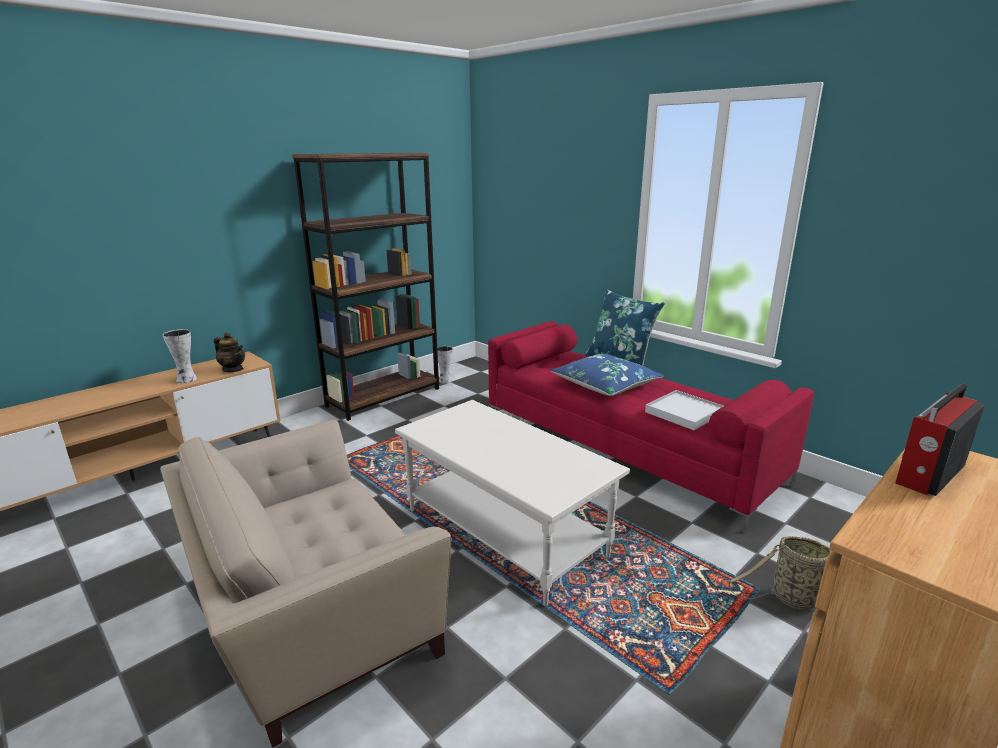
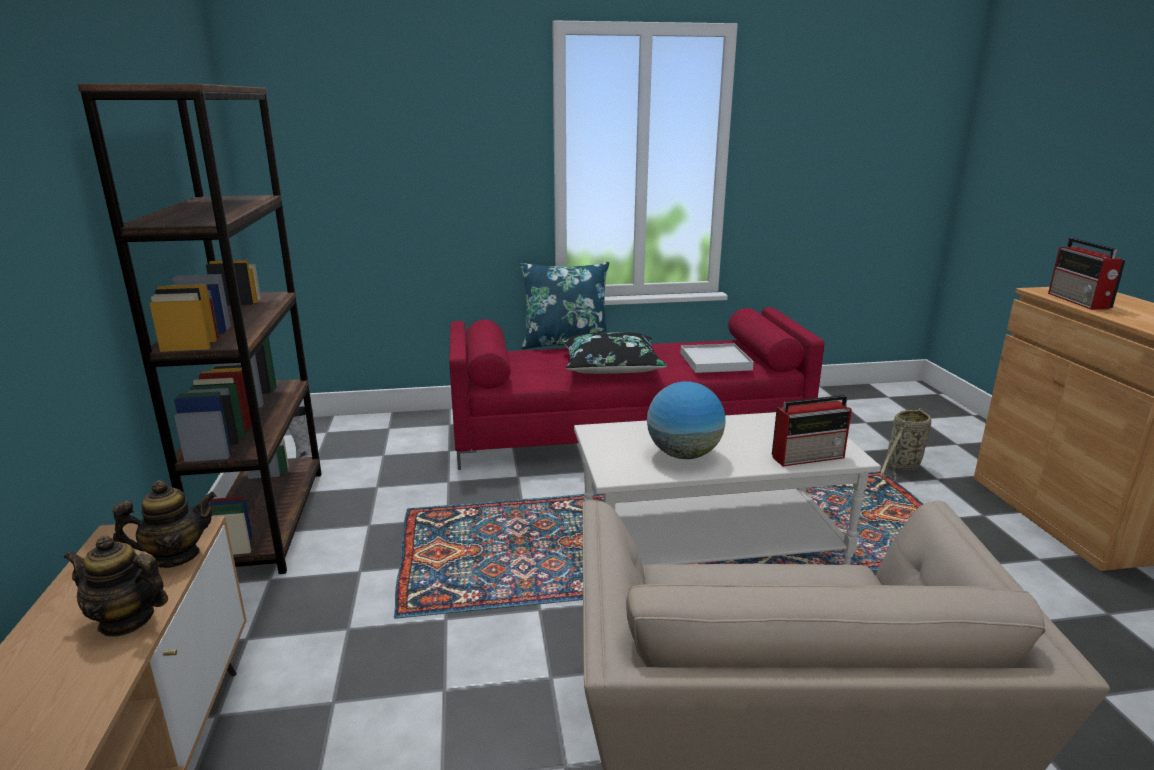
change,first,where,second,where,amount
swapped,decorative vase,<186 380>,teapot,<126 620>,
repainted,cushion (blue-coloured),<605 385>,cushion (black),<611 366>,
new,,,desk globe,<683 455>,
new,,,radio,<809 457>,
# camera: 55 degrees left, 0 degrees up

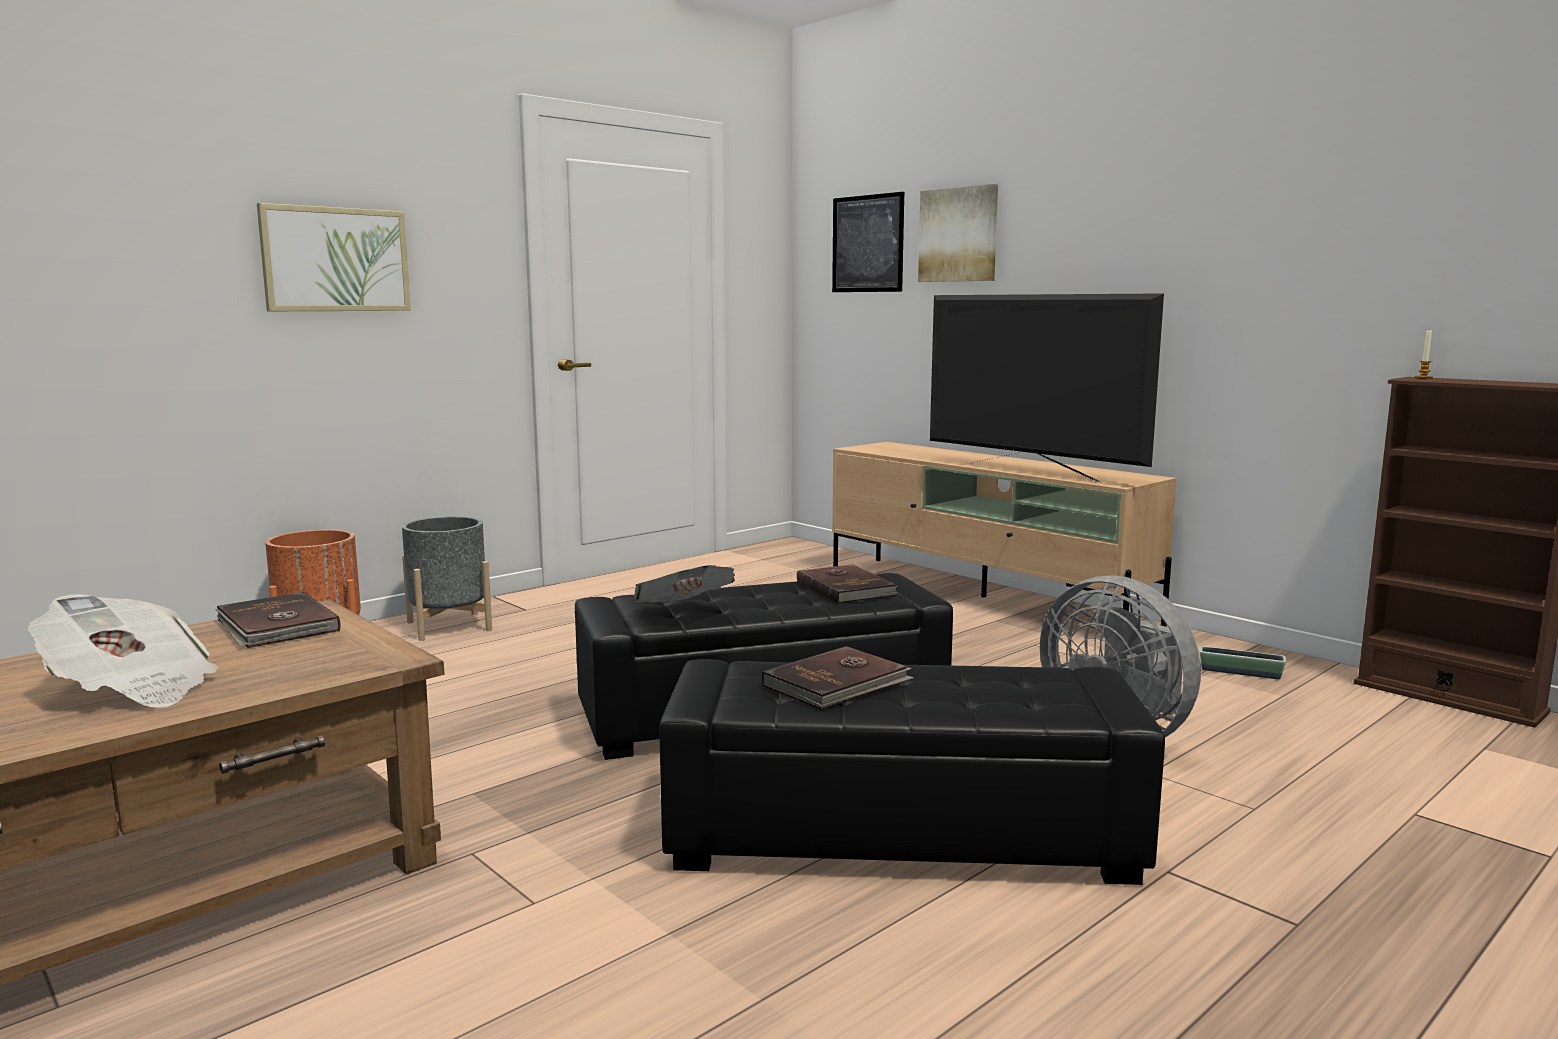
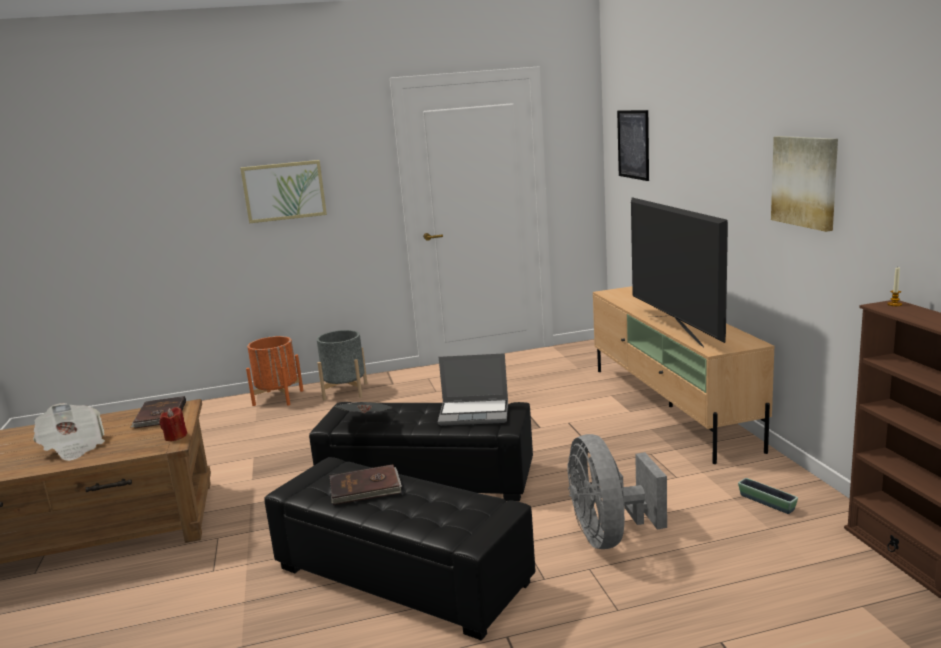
change,first,where,second,where,amount
shifted,picture,<959 235>,,<805 181>,
swapped,book (brown),<846 588>,portable computer,<475 413>,
new,,,wax candle (reddish),<175 437>,
# camera: 30 degrees right, 5 degrees up

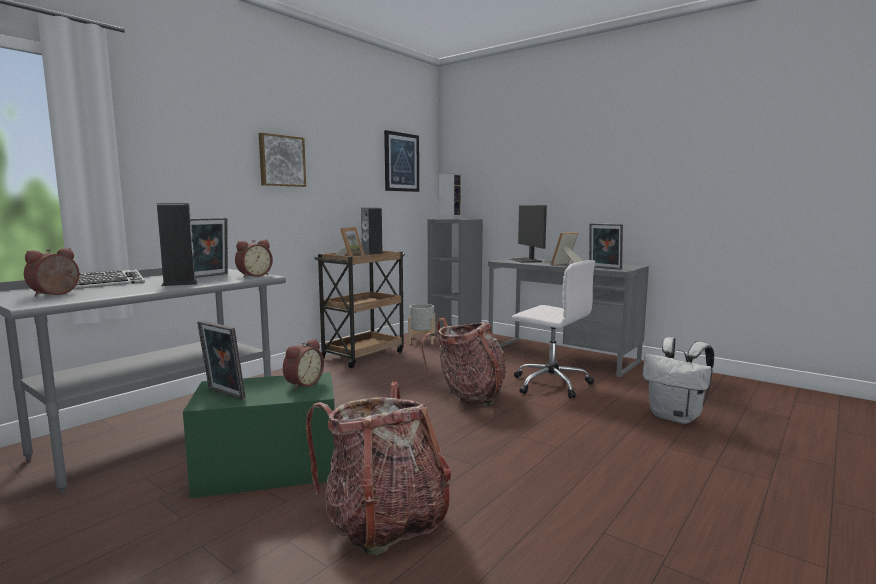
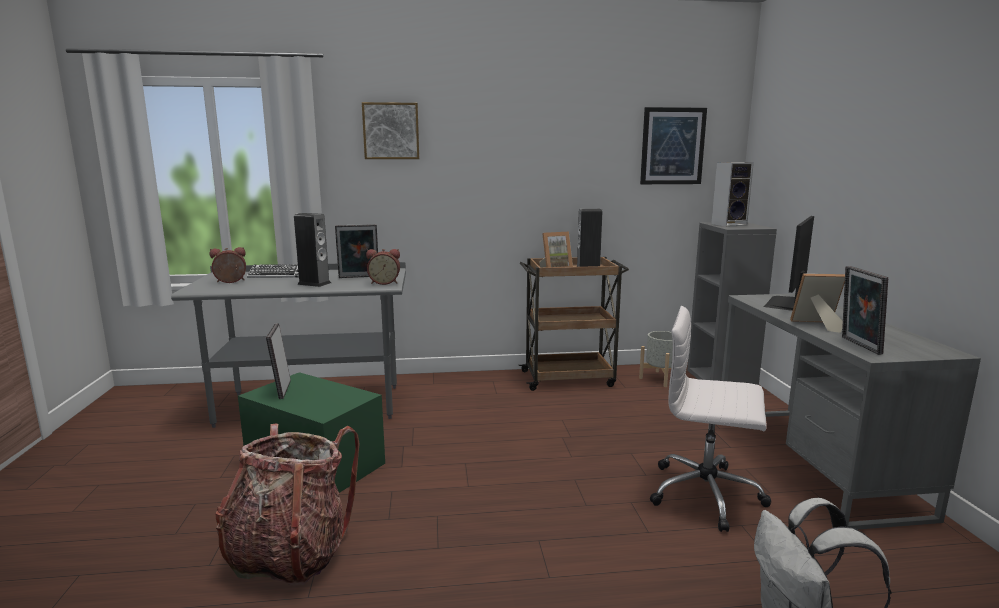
change,first,where,second,where,amount
shifted,picture,<281 161>,,<391 131>,
rotated,office chair (white),<550 384>,,<707 494>,120 degrees clockwise
gone,knapsack,<469 396>,,,
gone,table clock,<302 384>,,,
# camera: 45 degrees right, 5 degrees up

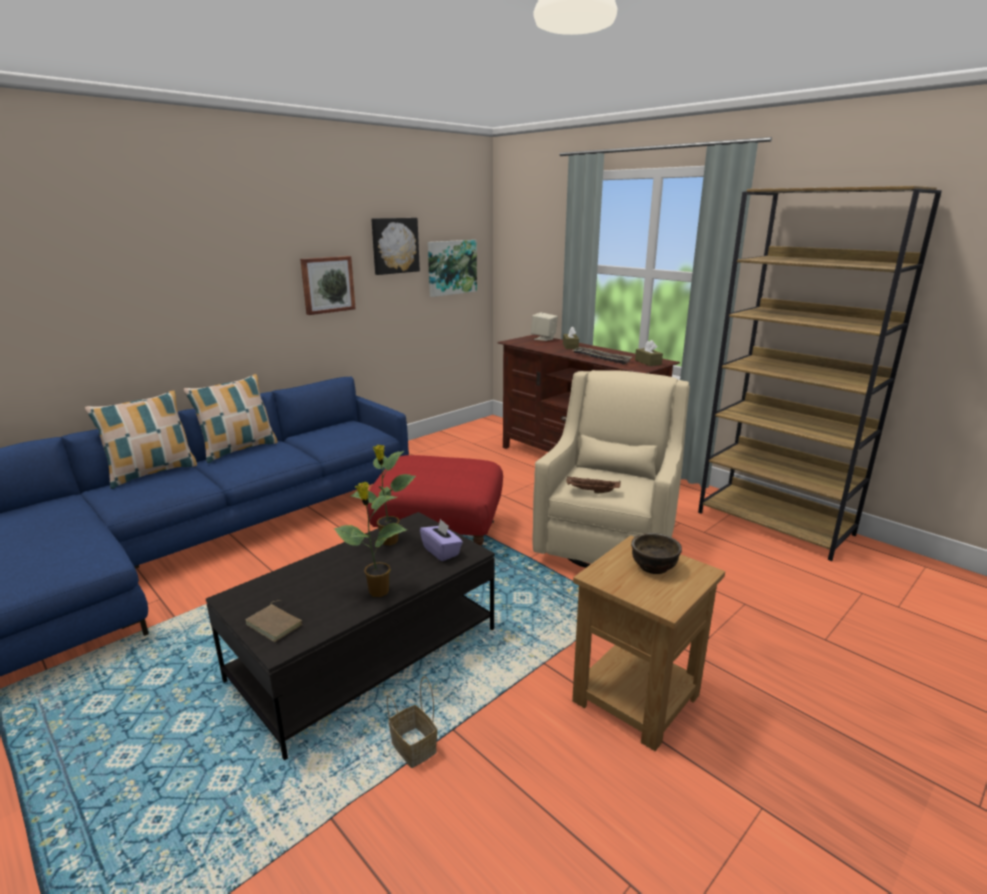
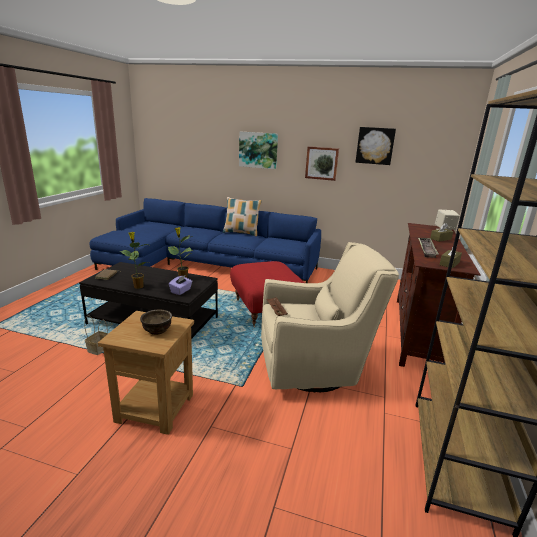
change,first,where,second,where,amount
shifted,picture,<451 267>,,<258 150>,
gone,cushion,<152 473>,,,
# camera: 60 degrees right, 0 degrees up

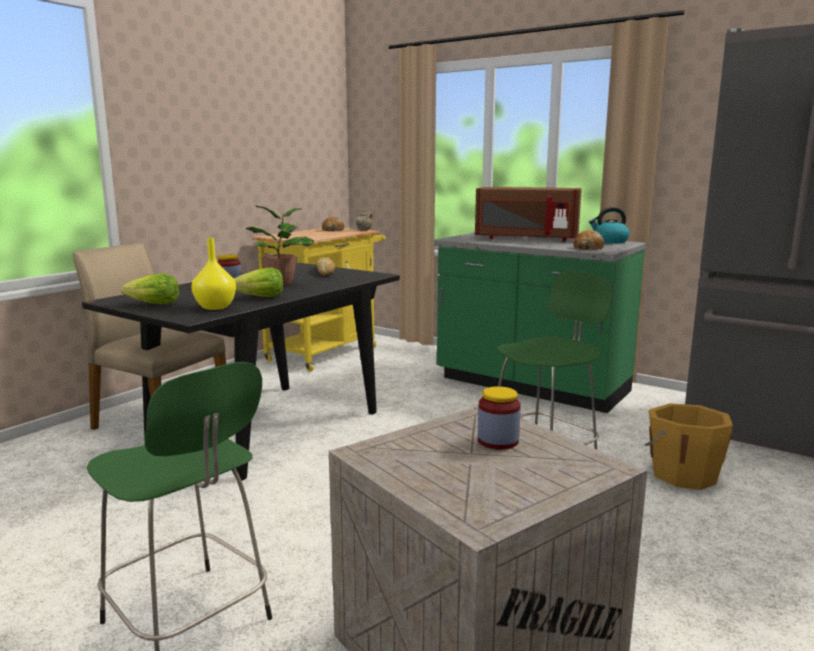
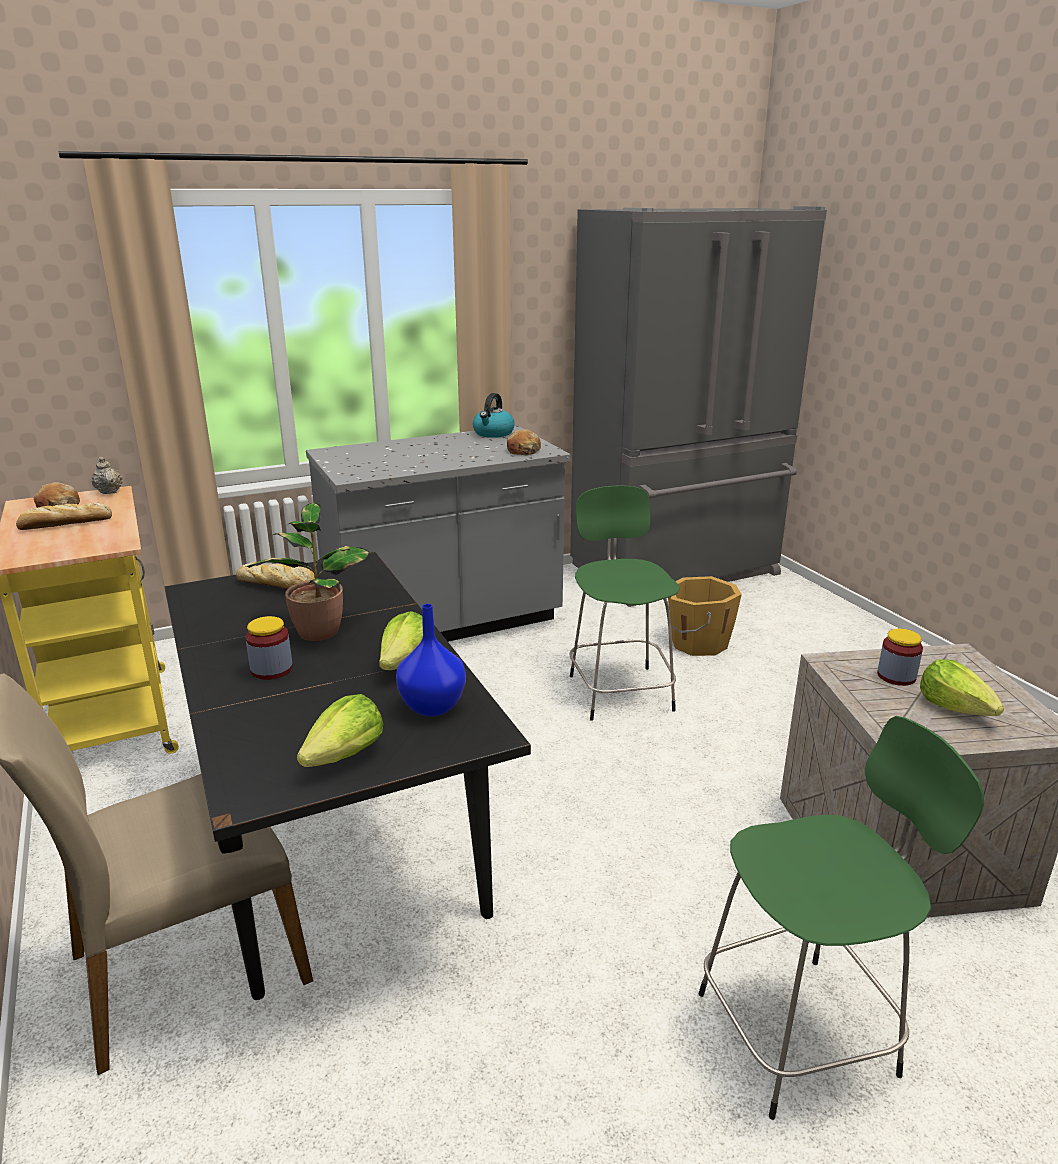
change,first,where,second,where,amount
gone,kitchen microwave (brown),<526 238>,,,
repainted,kitchen base unit (green),<531 386>,kitchen base unit (gray),<444 626>,
repainted,decorative vase (yellow),<216 307>,decorative vase (blue-coloured),<434 706>,
new,,,bakery bread,<64 524>,
new,,,lettuce head,<956 708>,
# camera: 60 degrees left, 10 degrees up

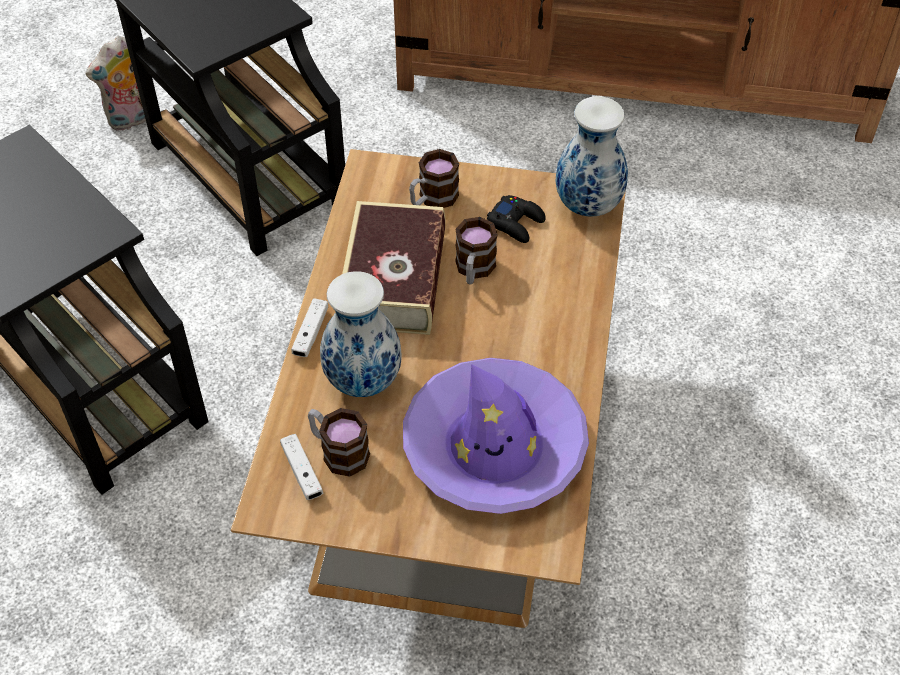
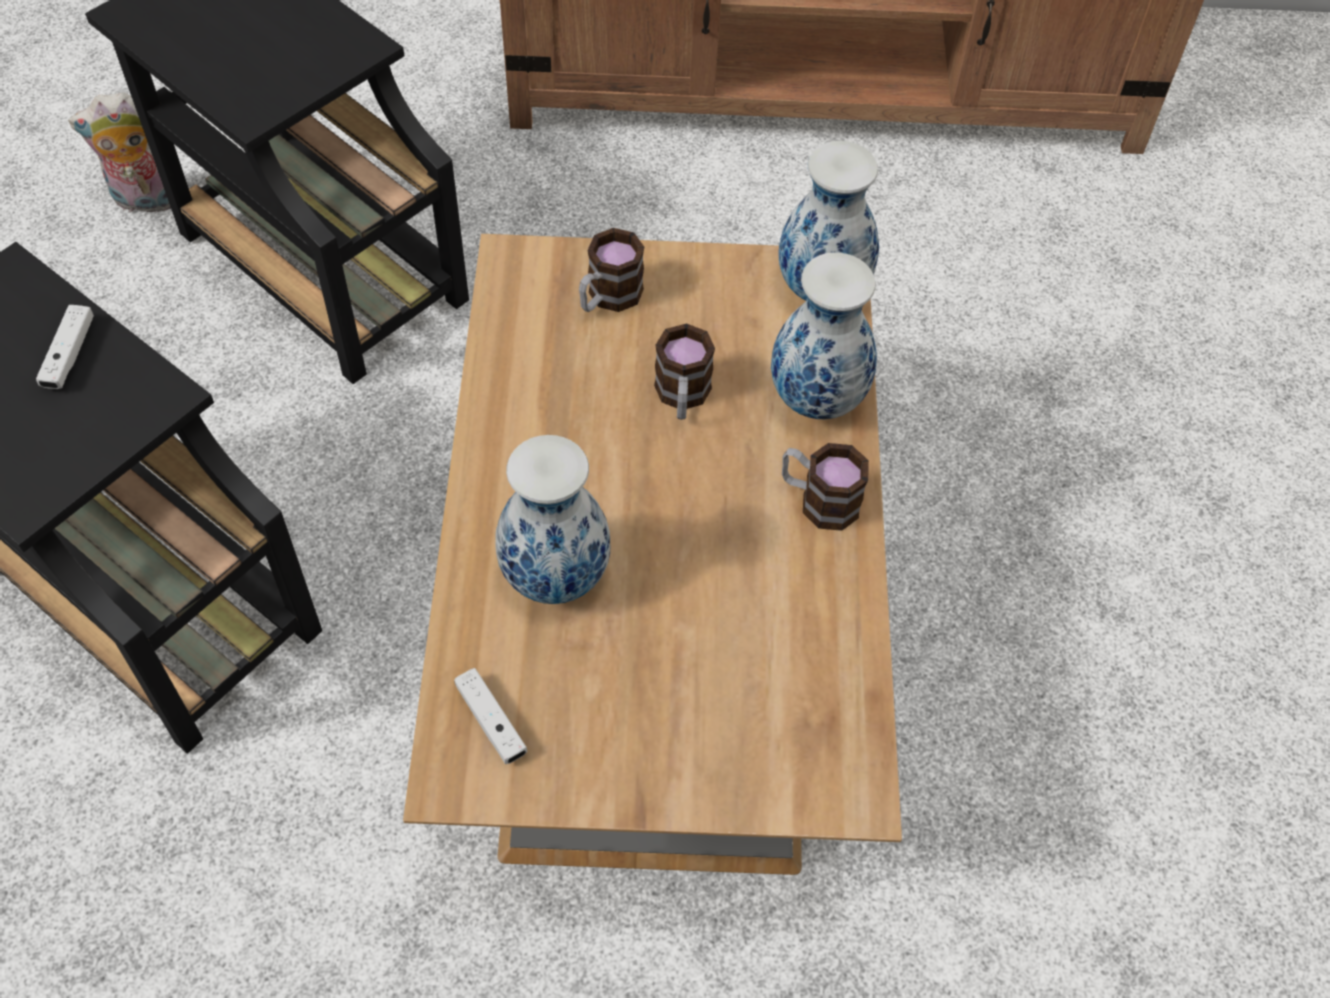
change,first,where,second,where,amount
rotated,soft toy,<131 120>,,<145 201>,45 degrees clockwise
gone,joypad (black),<516 223>,,,
gone,book,<394 280>,,,
shifted,joypad (white),<310 333>,,<69 355>,
gone,hat (purple-coloured),<495 446>,,,
shifted,mug,<338 451>,,<818 500>,
new,,,decorative vase,<814 399>,
# camera: 10 degrees left, 5 degrees up

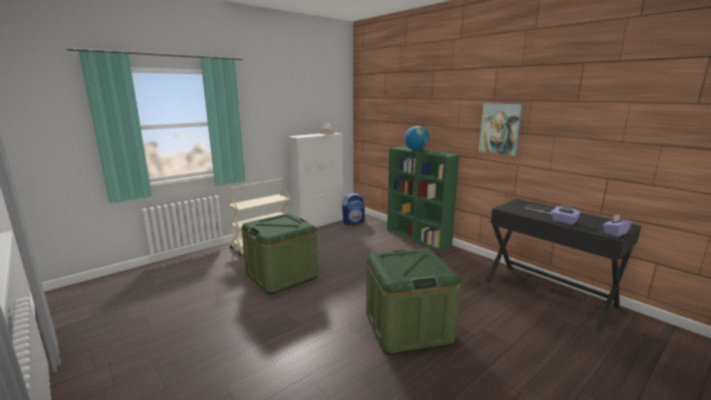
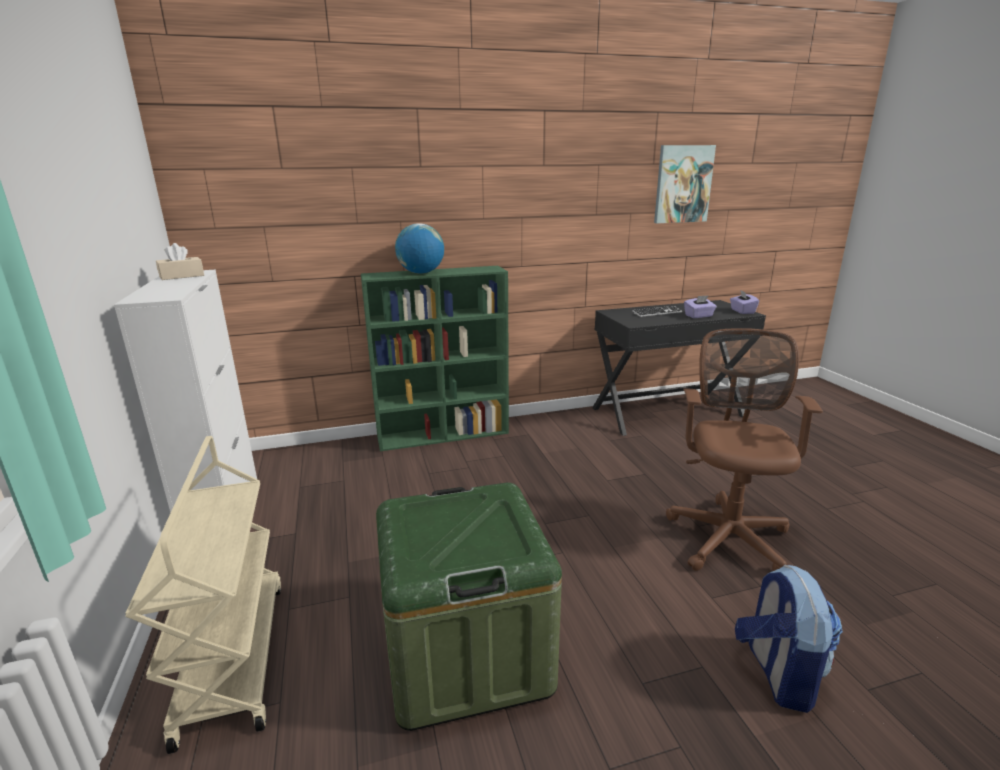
change,first,where,second,where,amount
shifted,picture,<500 128>,,<683 184>,
shifted,knapsack,<353 222>,,<777 673>,
swapped,storage container (green),<408 328>,office chair (brown),<728 534>,
# camera: 65 degrees left, 5 degrees up

